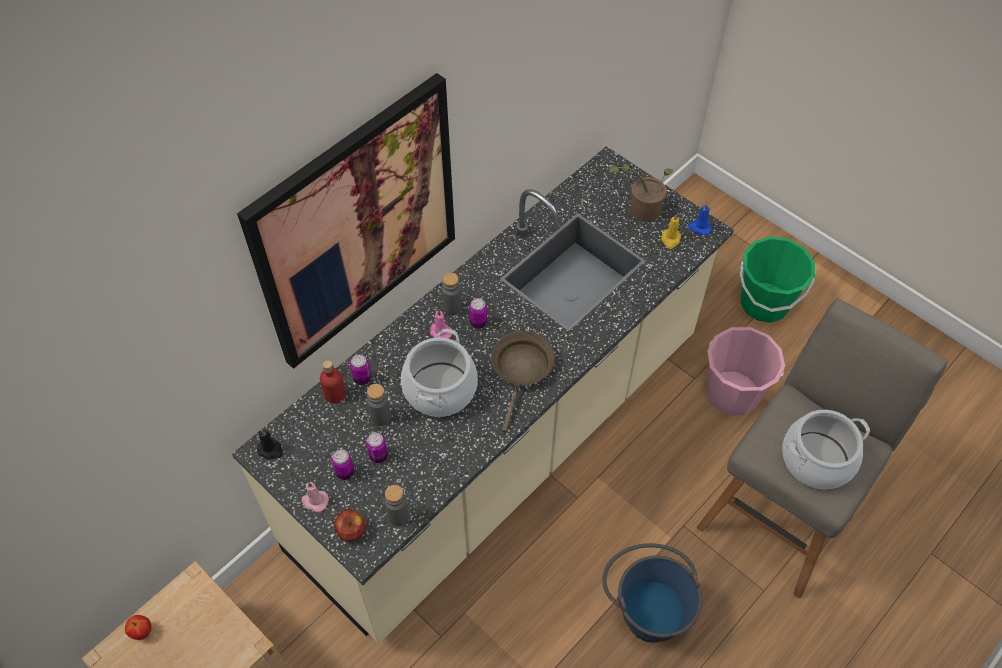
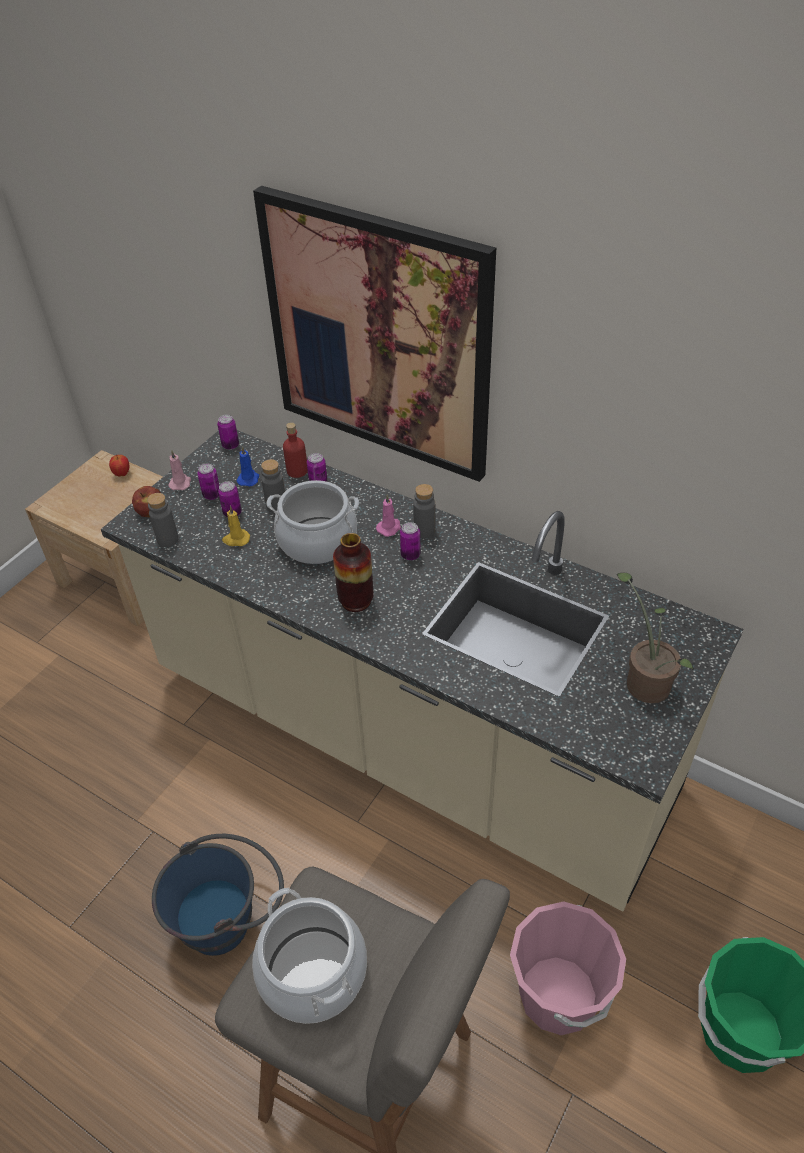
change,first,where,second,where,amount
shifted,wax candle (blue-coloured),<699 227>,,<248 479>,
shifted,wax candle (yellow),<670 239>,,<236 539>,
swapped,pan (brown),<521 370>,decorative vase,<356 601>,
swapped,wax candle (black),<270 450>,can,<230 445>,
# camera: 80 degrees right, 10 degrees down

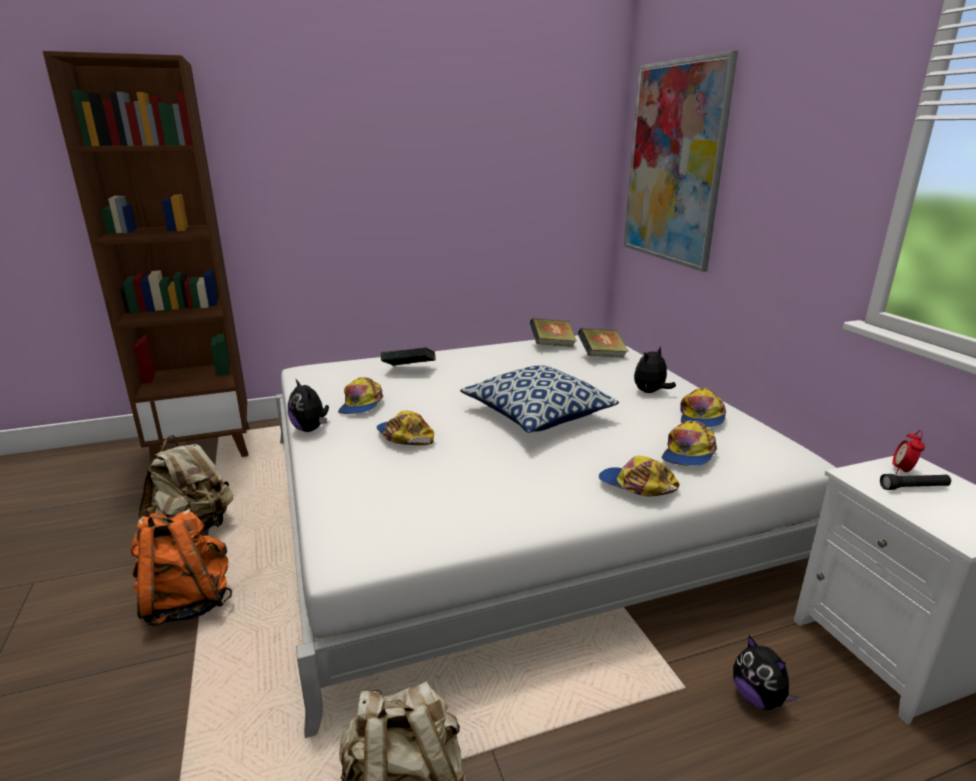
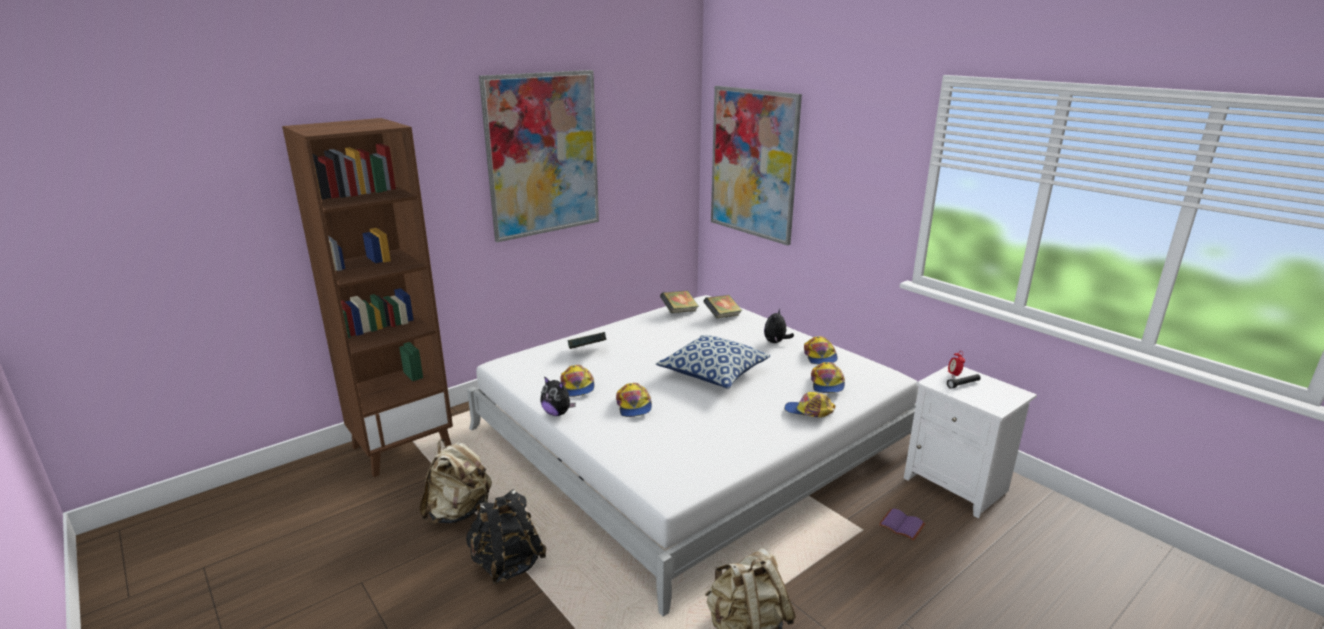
change,first,where,second,where,amount
rotated,baseball cap,<404 436>,,<634 406>,135 degrees counterclockwise
repainted,knapsack (orange),<187 603>,knapsack (black),<507 564>,
swapped,soft toy,<758 698>,book (purple-coloured),<902 525>,
new,,,picture,<543 155>,
# camera: 20 degrees left, 0 degrees up

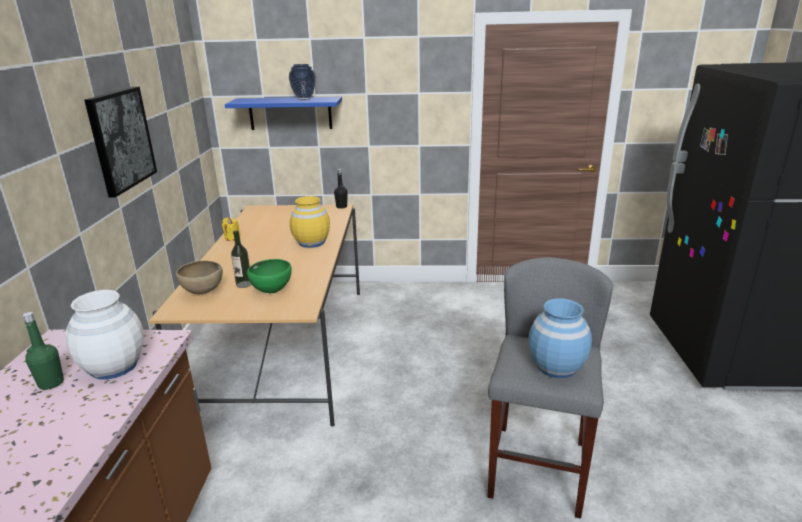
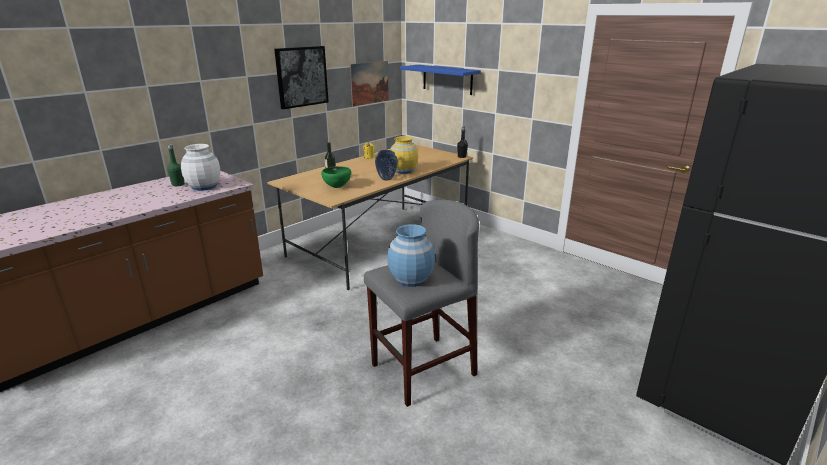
change,first,where,second,where,amount
shifted,decorative vase,<304 99>,,<386 179>,
gone,serving bowl (brown),<203 293>,,,
new,,,picture,<369 83>,
# camera: 40 degrees right, 0 degrees up

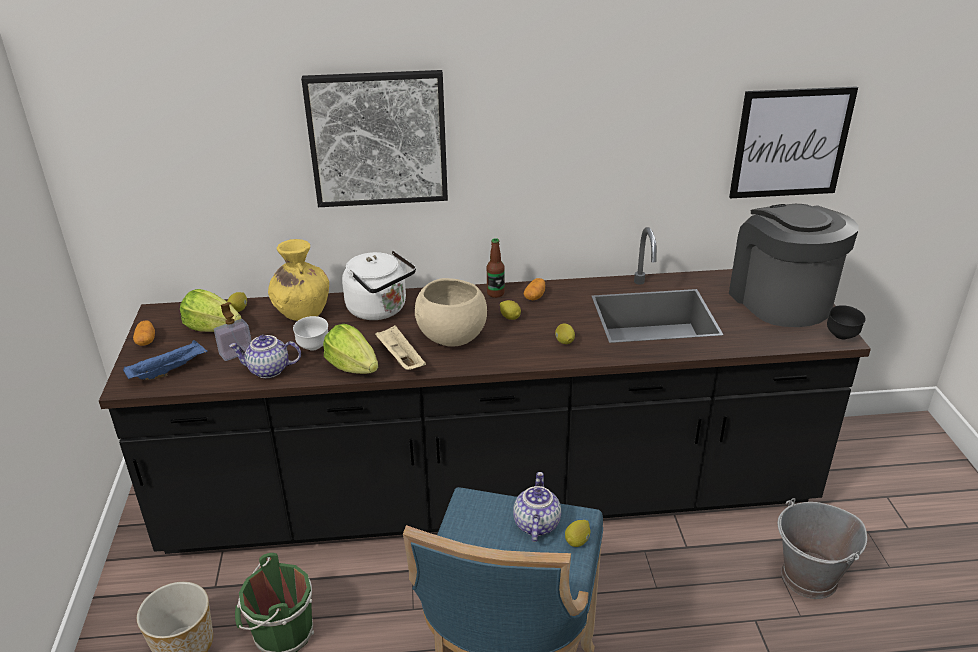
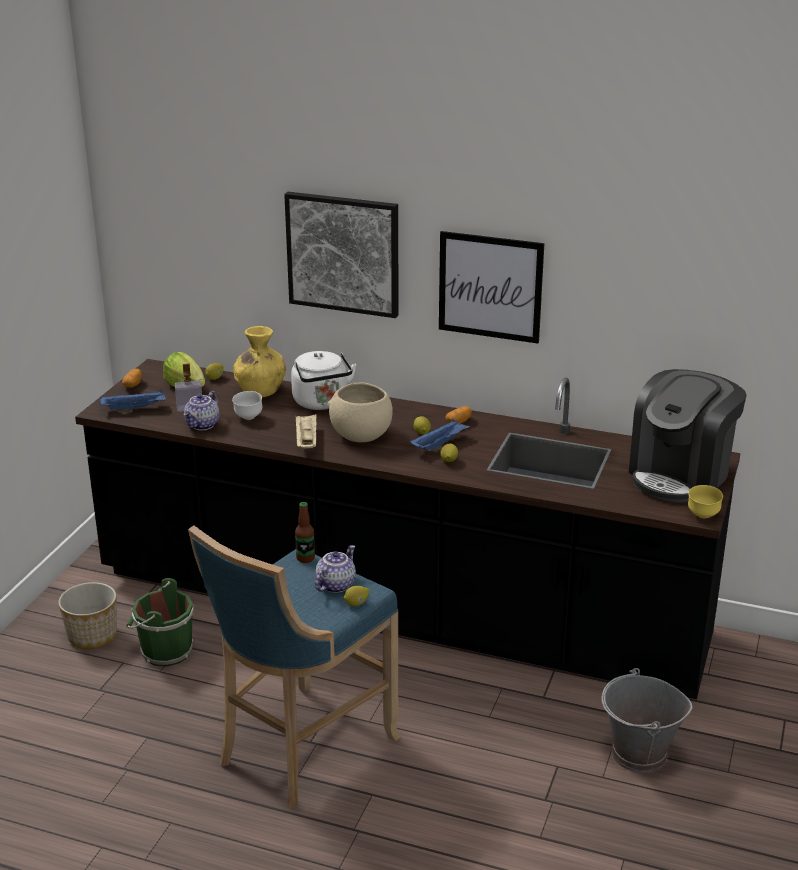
change,first,where,second,where,amount
shifted,picture,<791 143>,,<490 287>,
rotated,coffee machine,<780 300>,,<680 475>,150 degrees counterclockwise
shifted,beverage bottle,<495 293>,,<305 558>,
repainted,serving bowl (black),<841 336>,serving bowl (yellow),<703 516>,
gone,lettuce head,<353 367>,,,
rotated,teapot,<268 370>,,<203 425>,90 degrees counterclockwise
new,,,serving tray (blue-coloured),<439 444>,
# camera: 25 degrees right, 5 degrees down

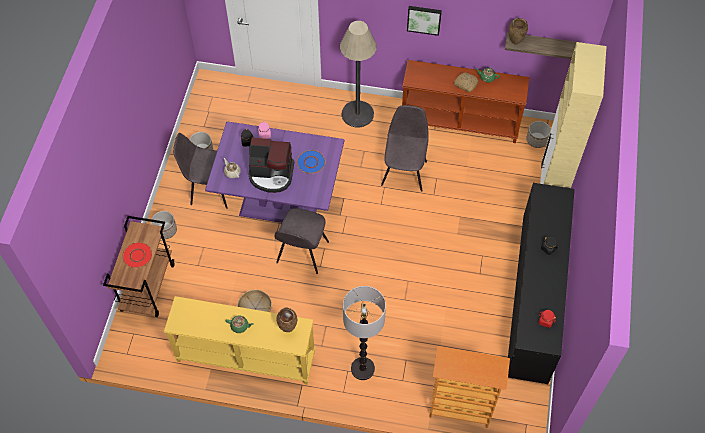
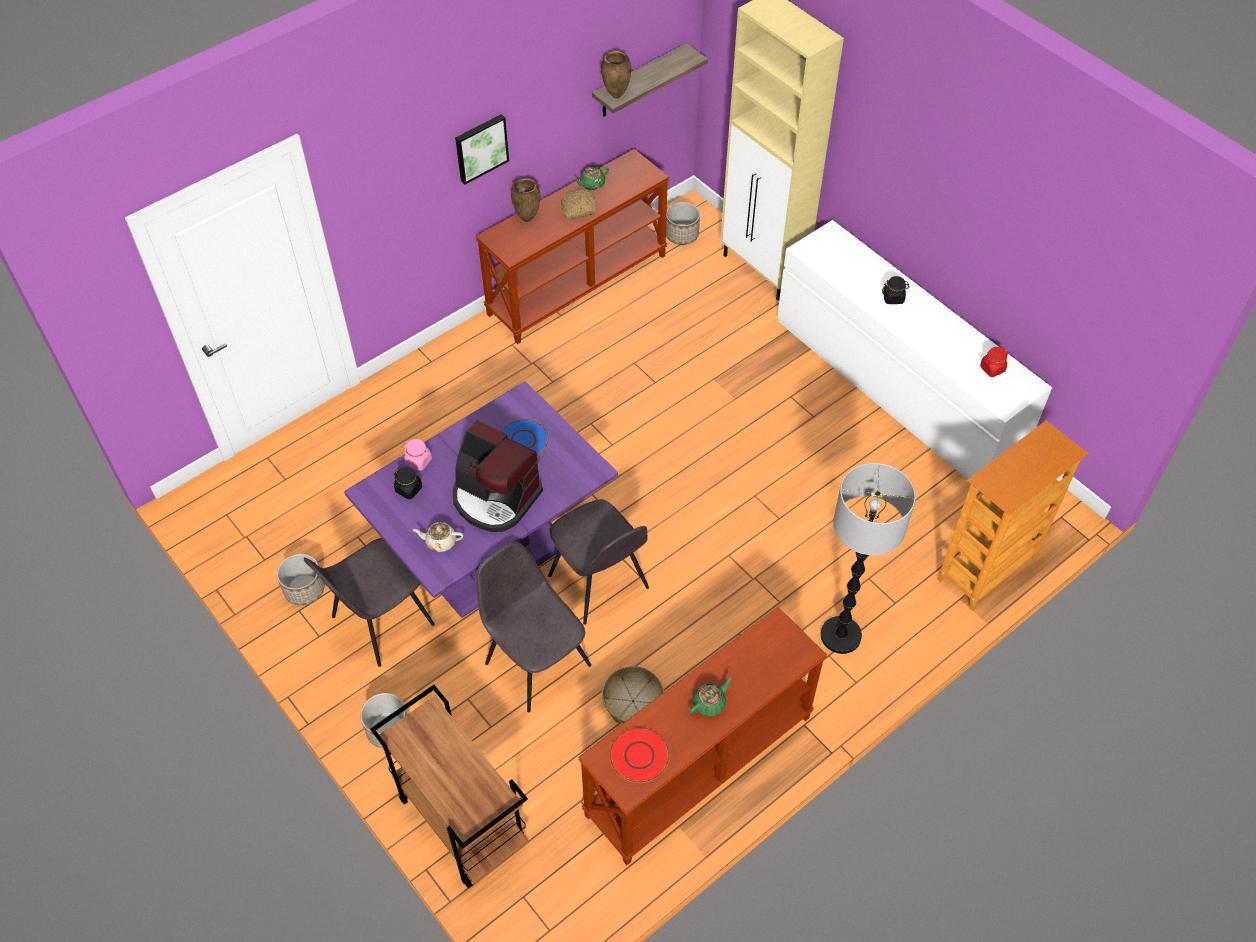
change,first,where,second,where,amount
gone,standard lamp,<357 114>,,,
shifted,plain chair (gray),<404 172>,,<536 662>,
rotated,coffee machine,<271 175>,,<495 498>,75 degrees clockwise
repainted,chest of drawers (black),<535 297>,chest of drawers (white),<895 387>,
shifted,plate (reddish),<137 255>,,<639 755>,
repainted,narrow table (yellow),<245 357>,narrow table (brown),<700 767>,
shifted,decorative vase (brown),<288 329>,,<528 219>,
# camera: 50 degrees left, 5 degrees down

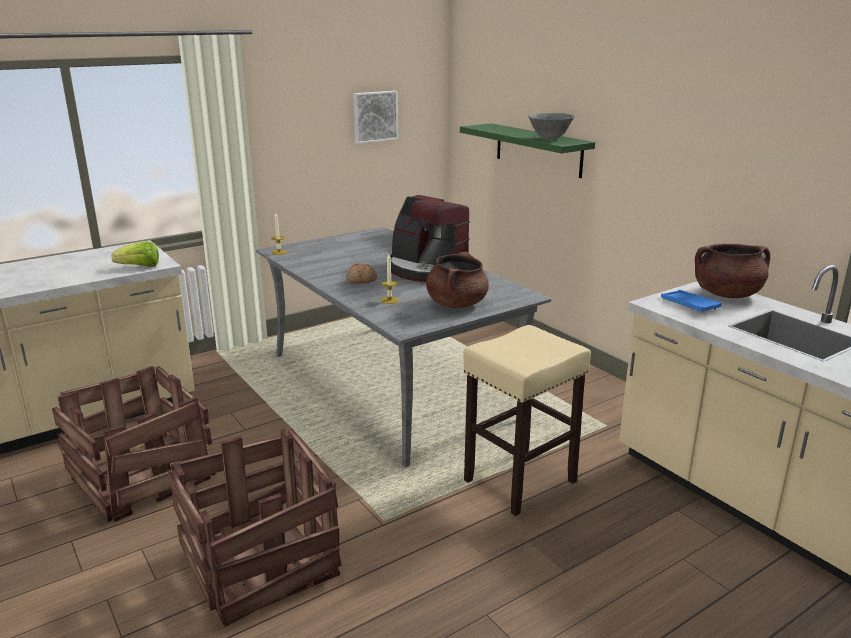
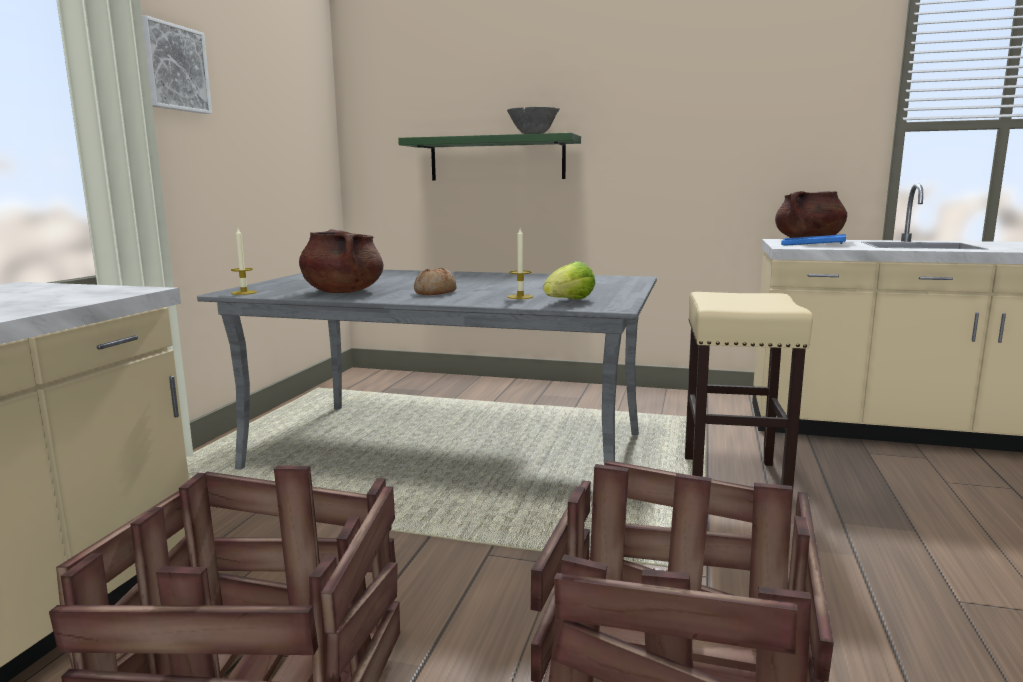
change,first,where,second,where,amount
shifted,picture,<374 116>,,<172 68>,
gone,coffee machine,<426 269>,,,
shifted,lettuce head,<140 267>,,<569 301>,
shifted,stockpot (brown),<456 304>,,<343 292>,
# camera: 40 degrees left, 10 degrees down

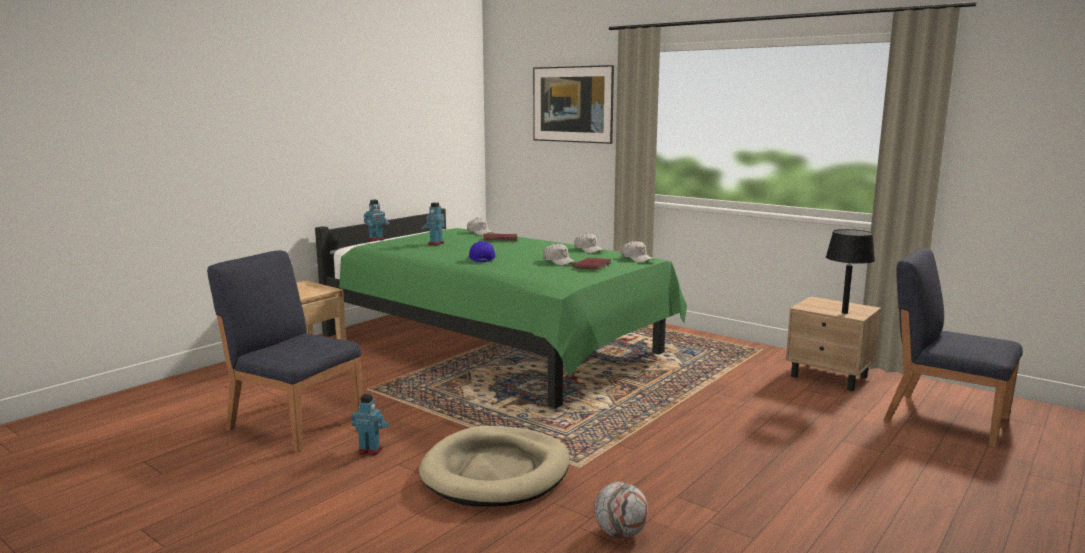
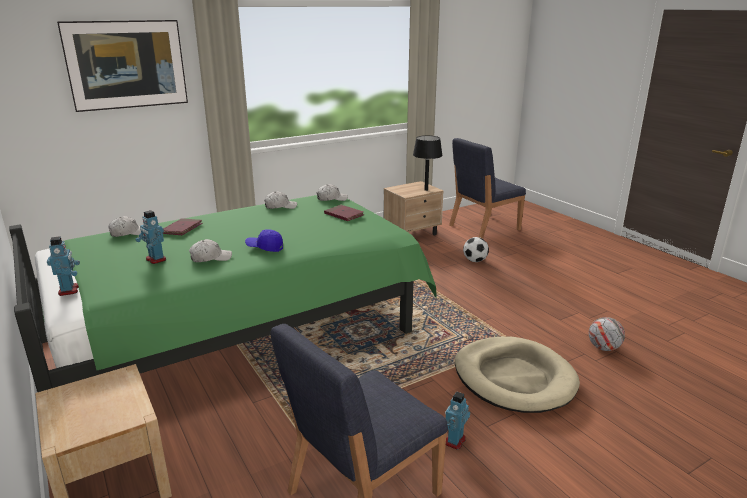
change,first,where,second,where,amount
shifted,baseball cap (white),<559 261>,,<210 258>,
new,,,football,<475 261>,
# camera: 70 degrees left, 10 degrees up

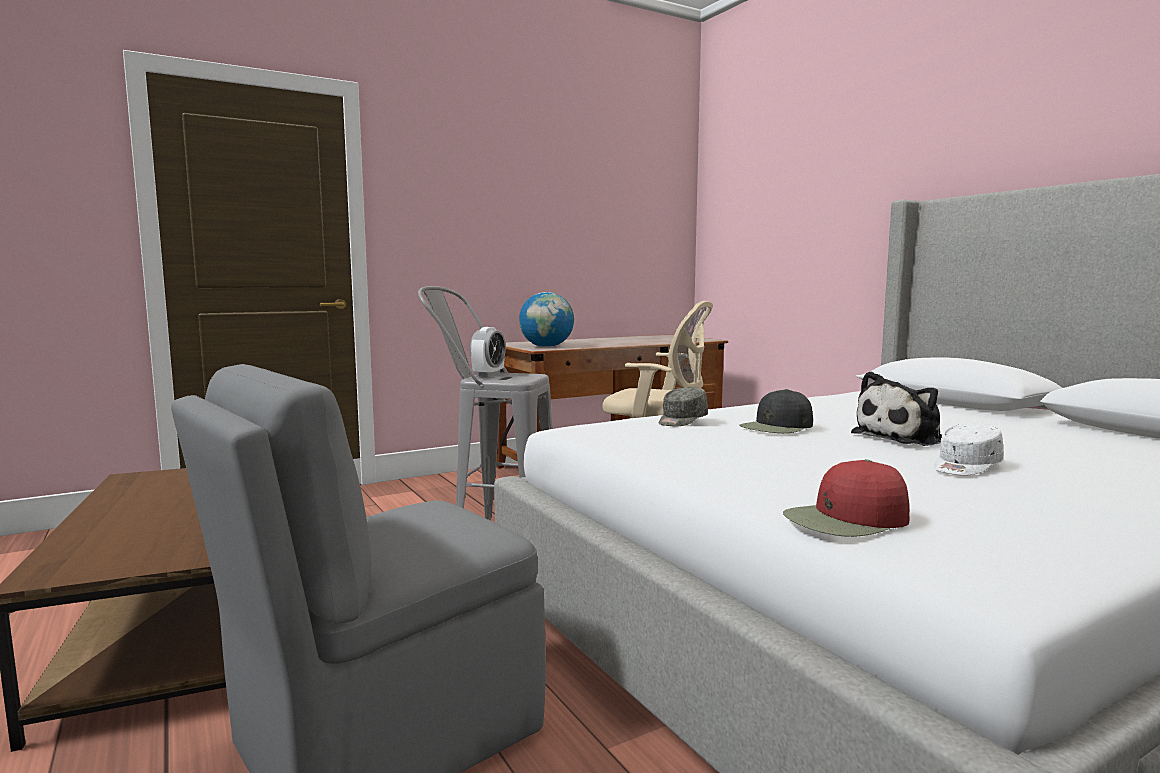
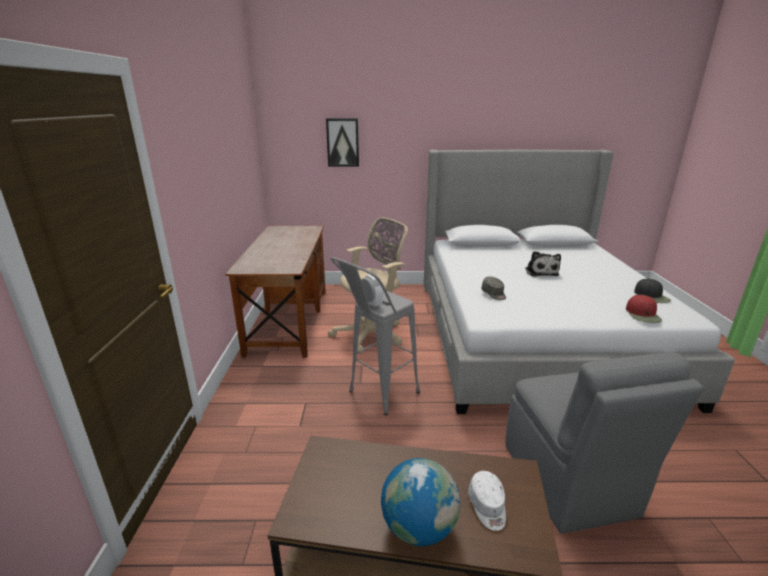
change,first,where,second,where,amount
shifted,desk globe,<546 347>,,<419 527>,
shifted,baseball cap (black),<777 427>,,<652 296>,
shifted,baseball cap (white),<965 467>,,<487 507>,
new,,,picture,<342 142>,
# camera: 60 degrees left, 15 degrees up

